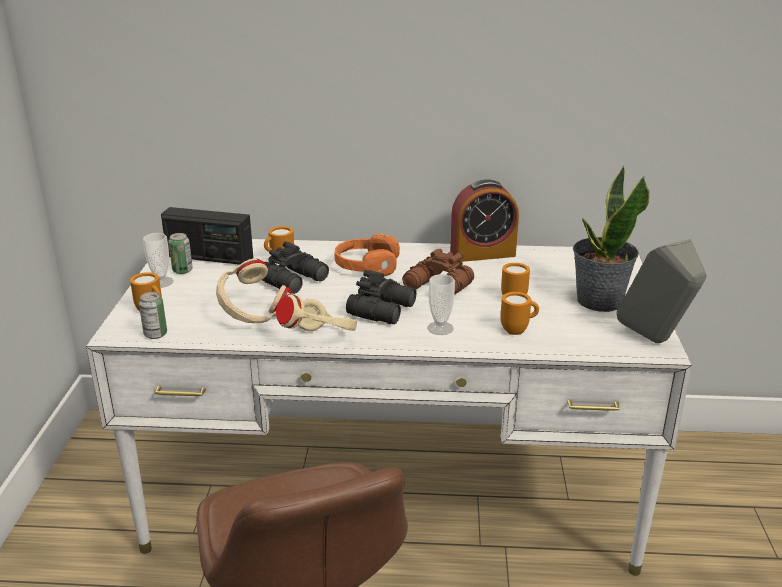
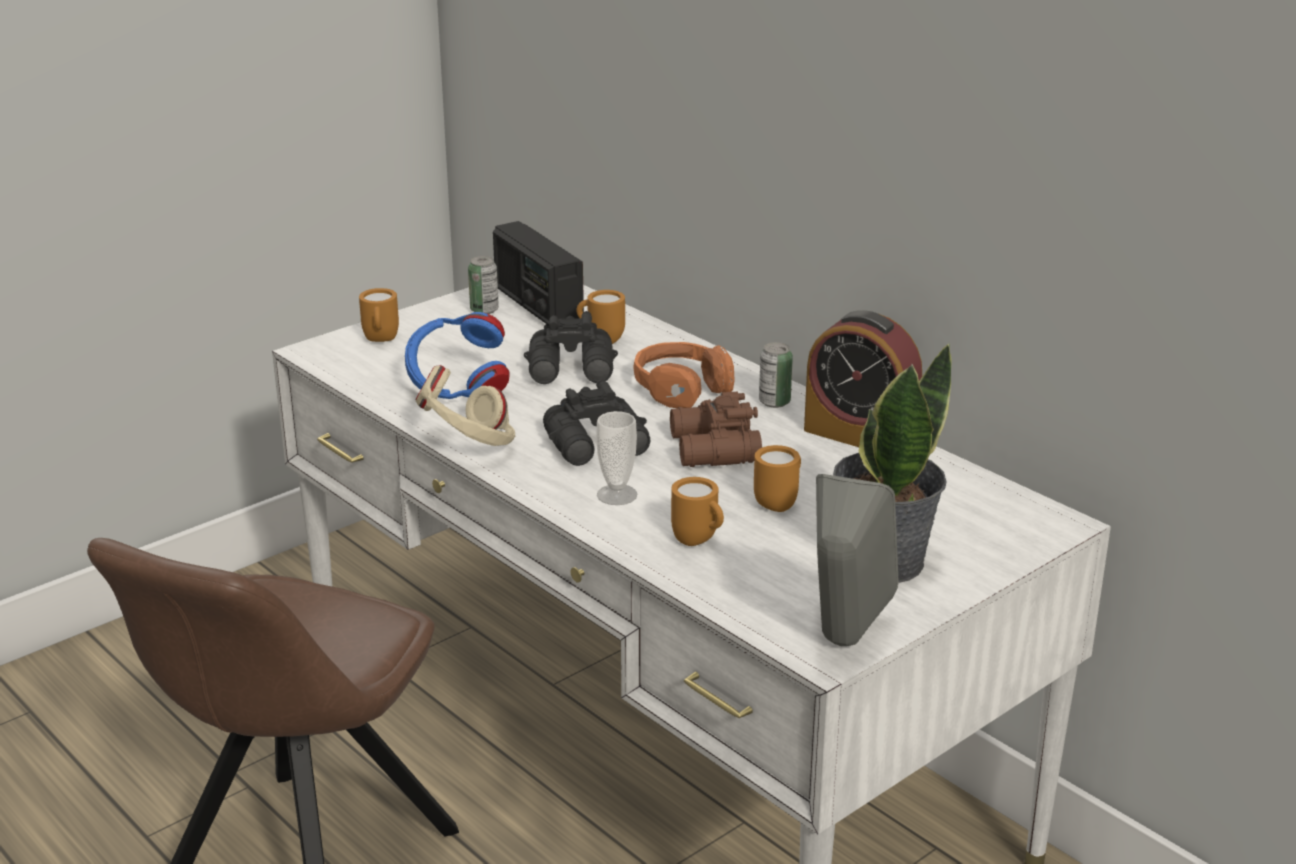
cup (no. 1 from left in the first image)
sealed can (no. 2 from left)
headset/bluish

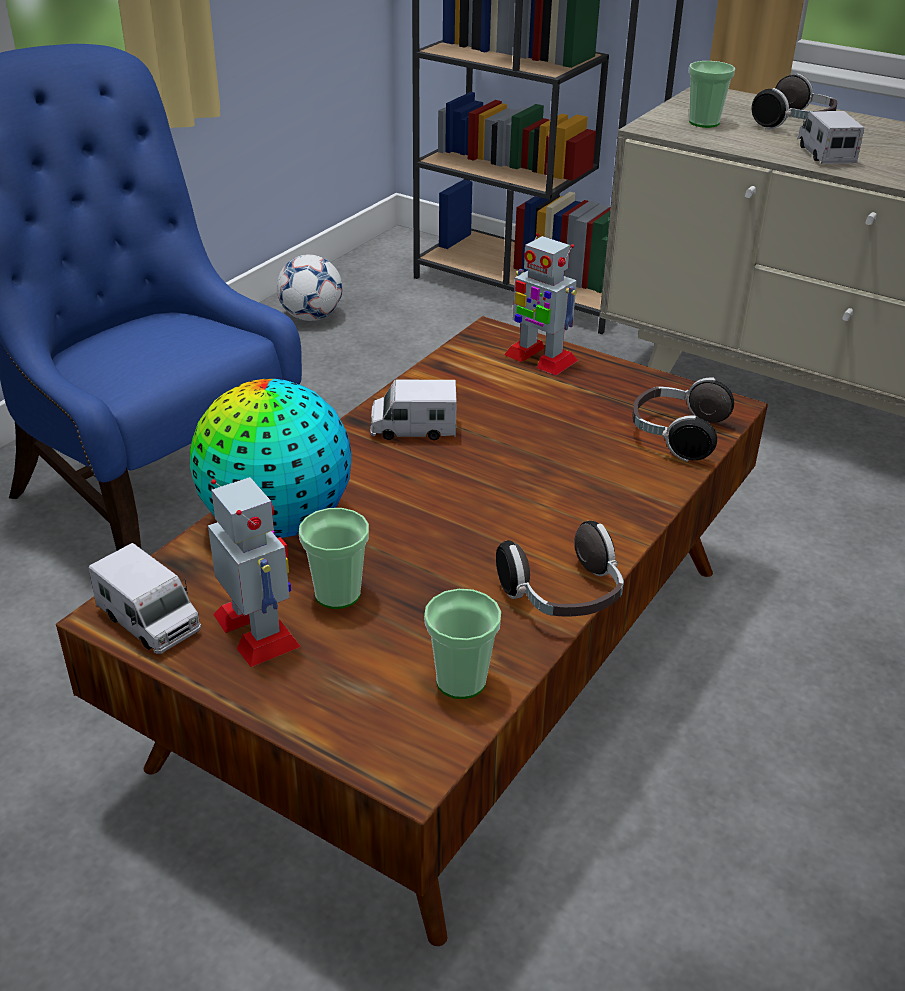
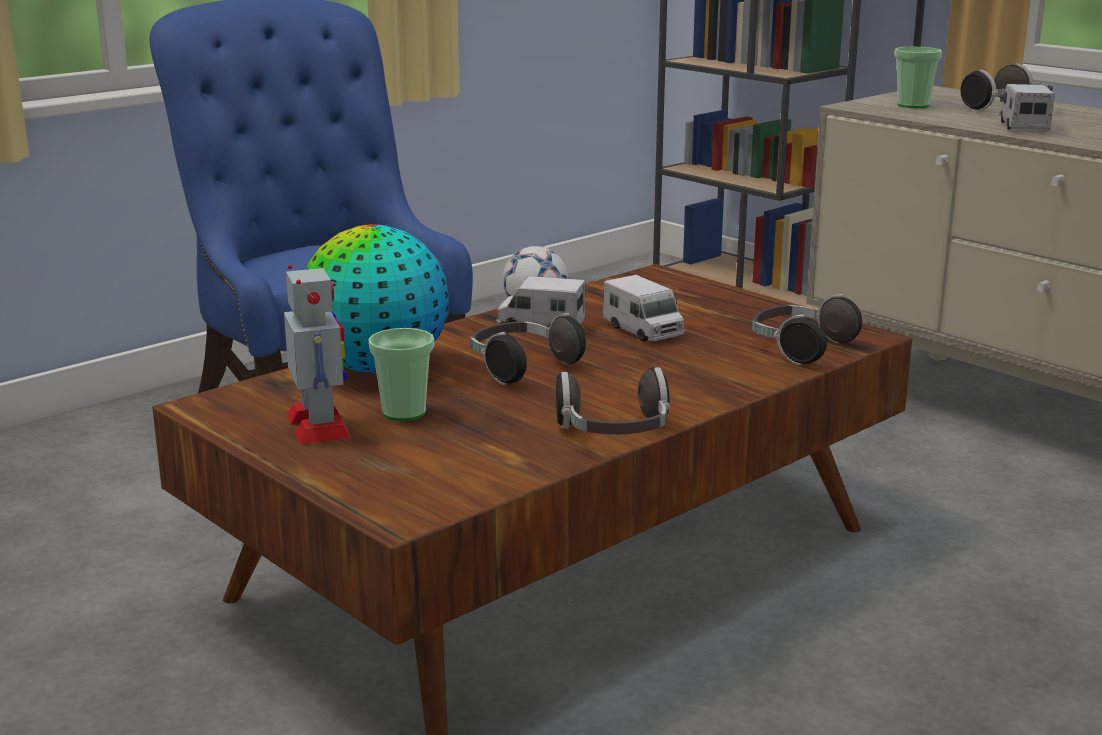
cup (no. 2 from left in the first image)
toy robot (no. 2 from left in the first image)
headset (no. 1 from left)
toy truck (no. 2 from left)

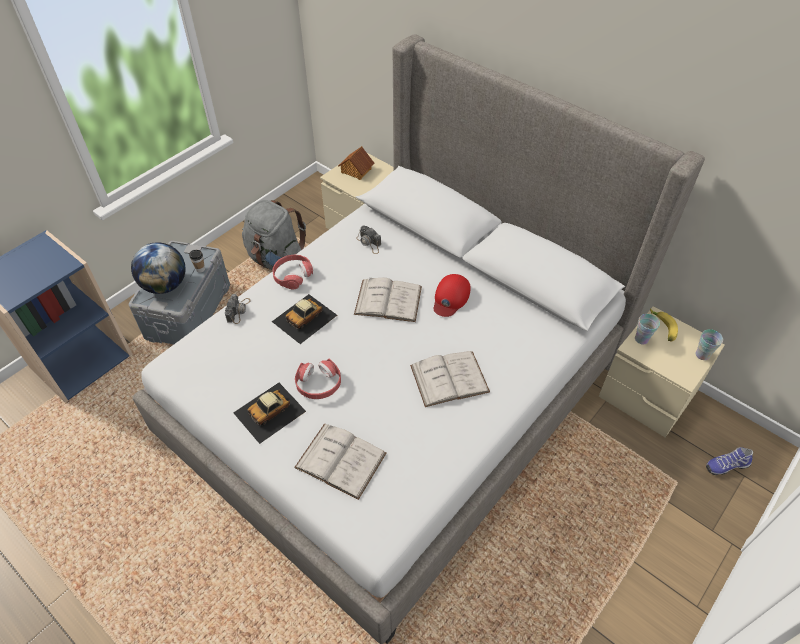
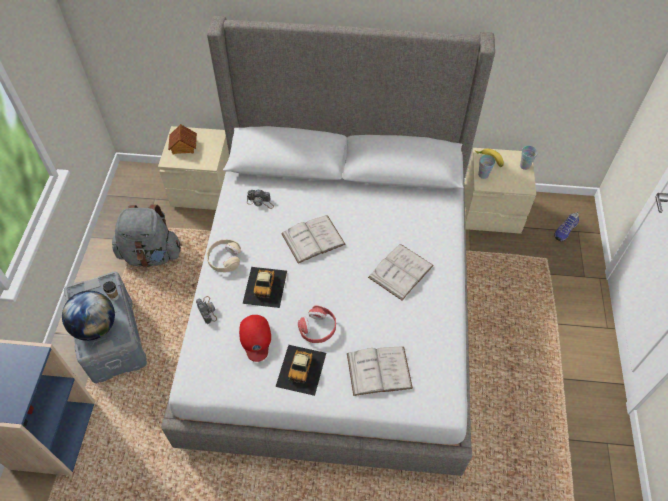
baseball cap/red
headset/beige

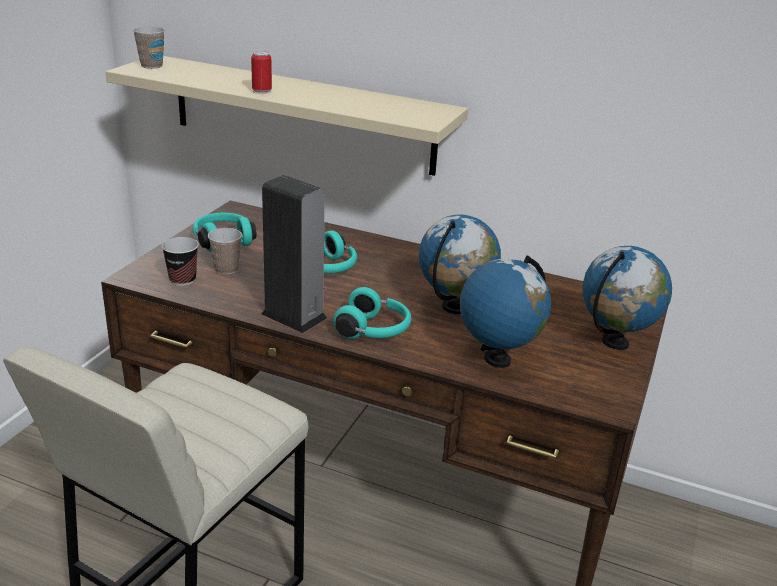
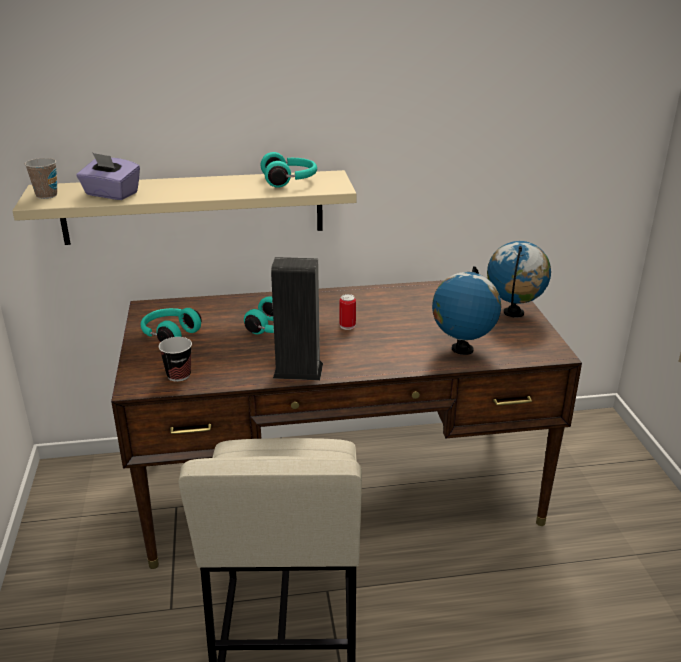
cup (no. 3 from left in the first image)
desk globe (no. 1 from left in the first image)
box of tissues/purple
sealed can
headset/turquoise-coloured (no. 3 from left)

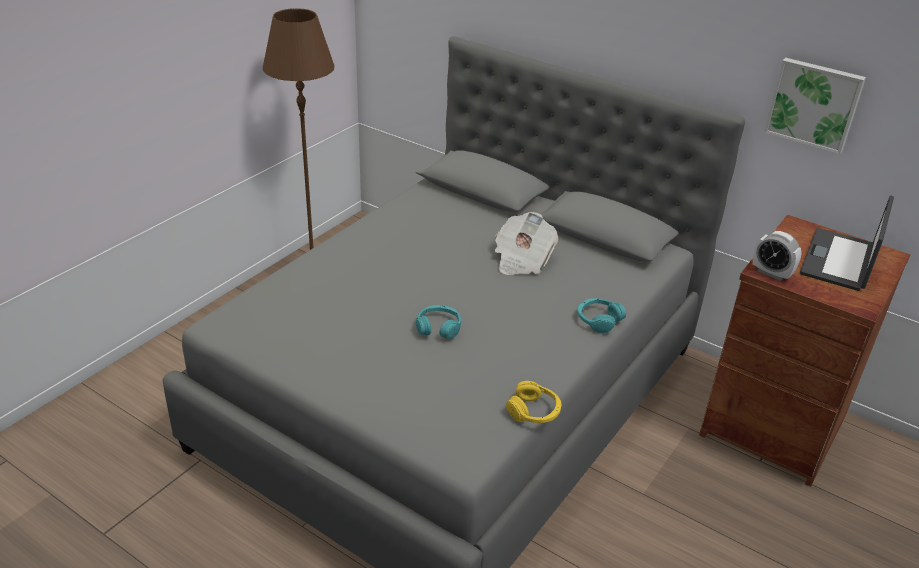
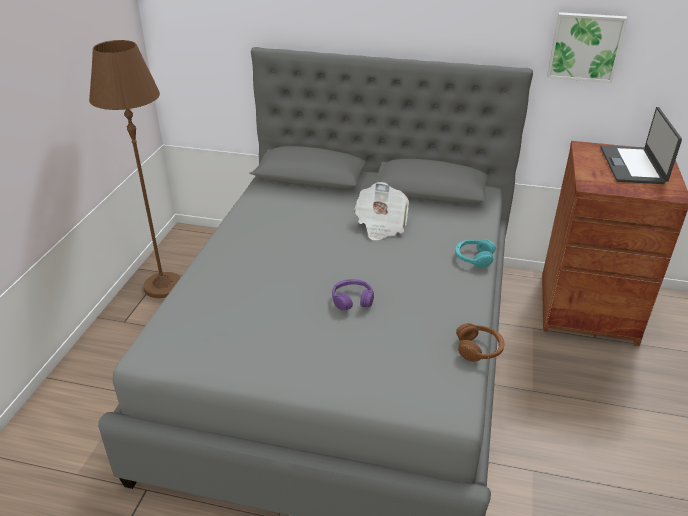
table clock
headset/purple
headset/brown

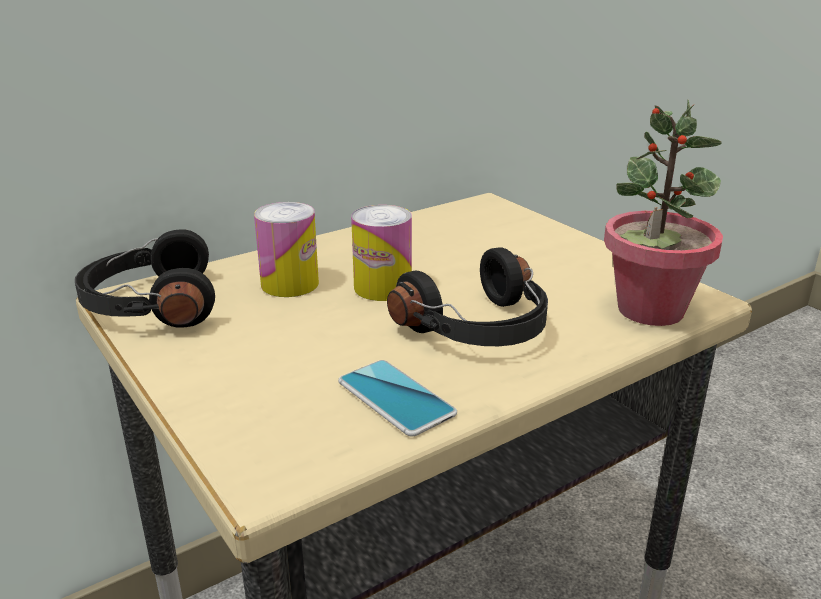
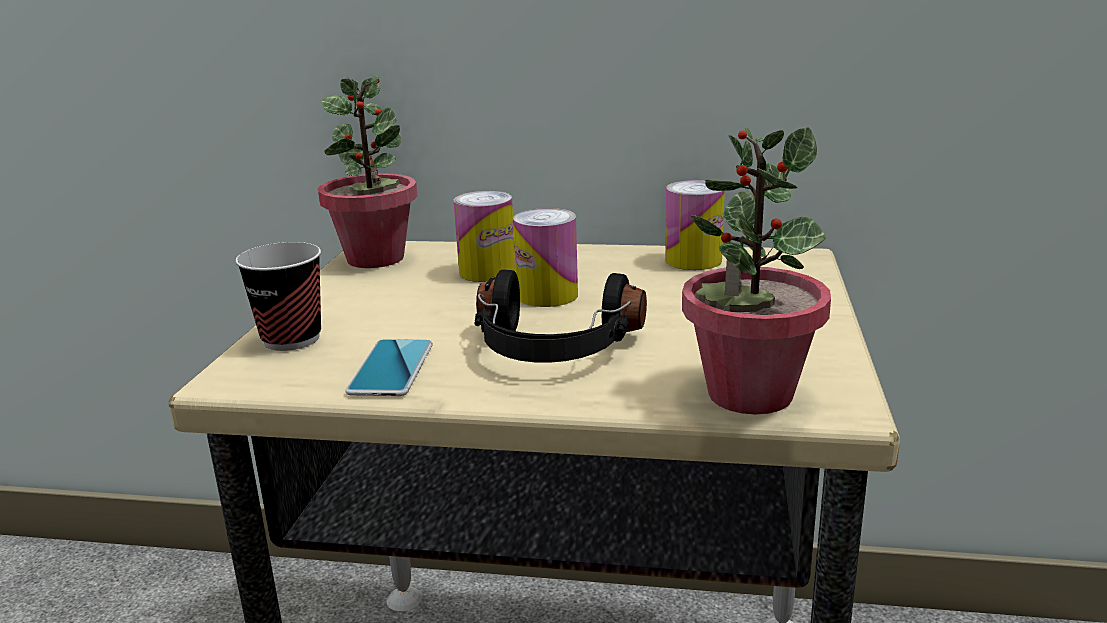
cup
sealed can (no. 3 from left)
potted plant (no. 1 from left)

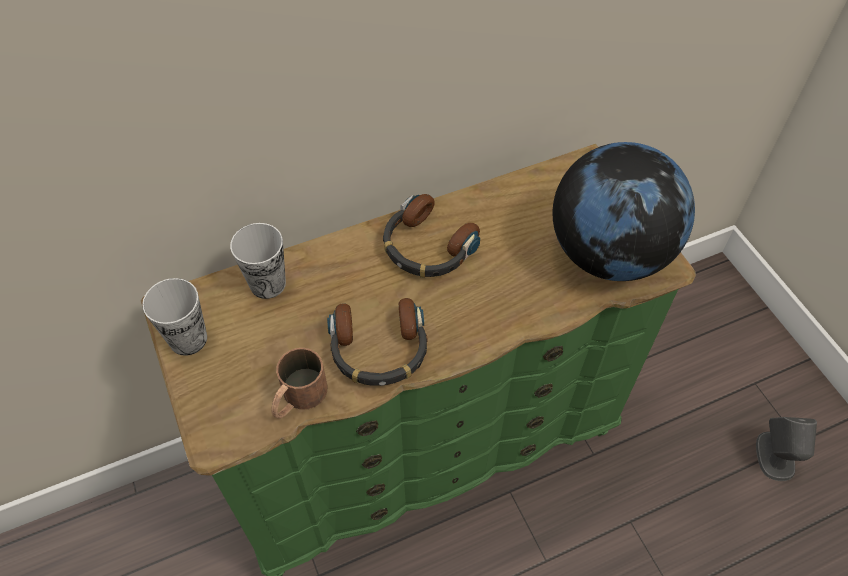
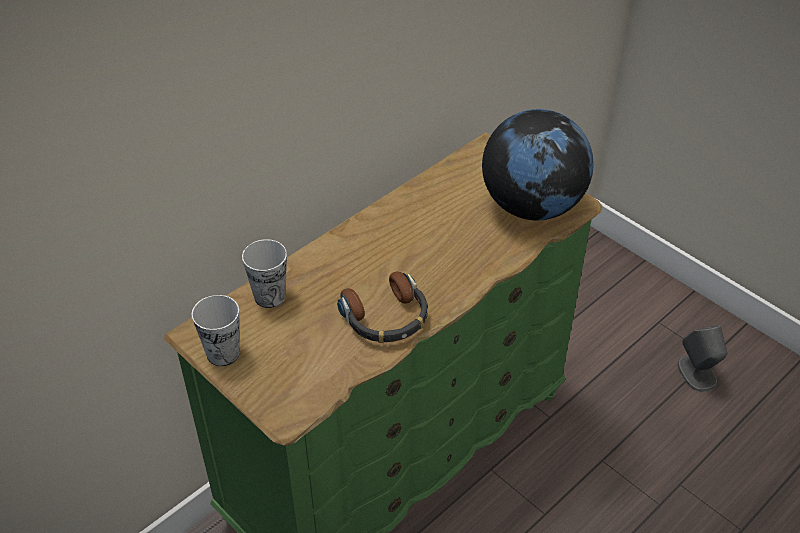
mug/brown
headset (no. 2 from left in the first image)

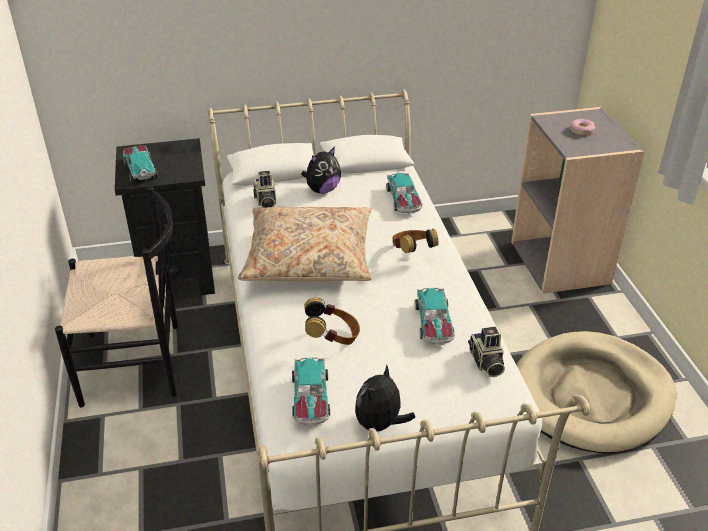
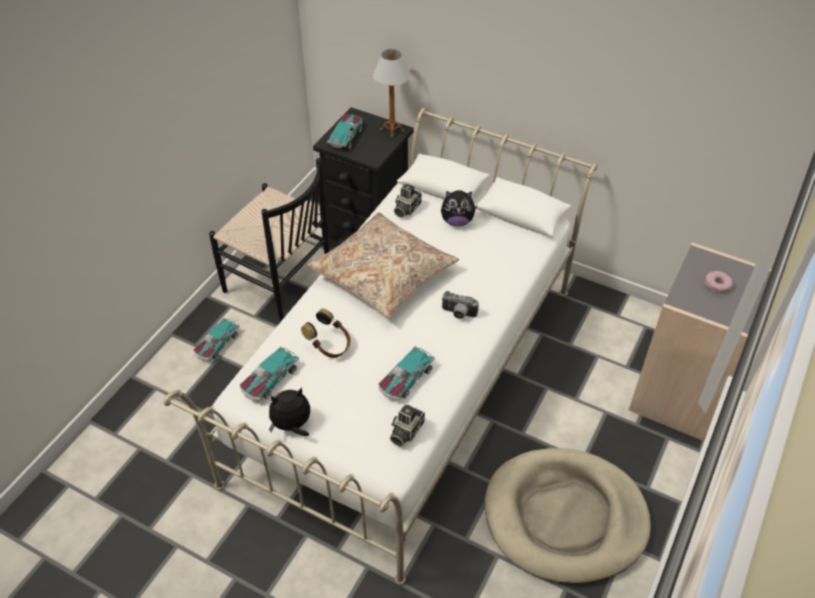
table lamp
toy car (no. 1 from left)
photo camera (no. 3 from left)

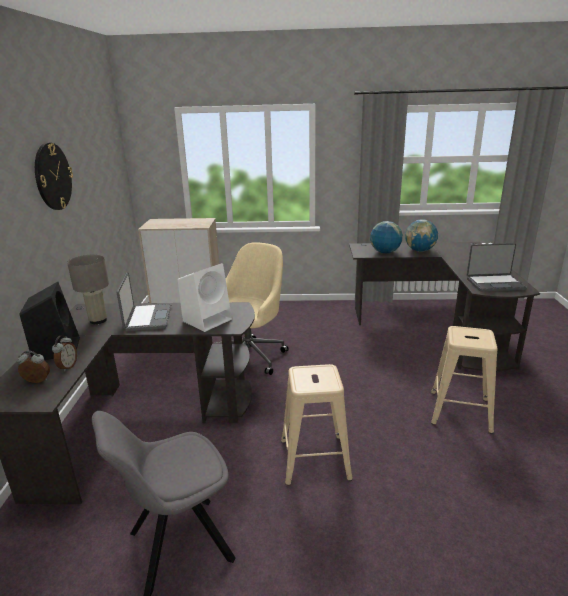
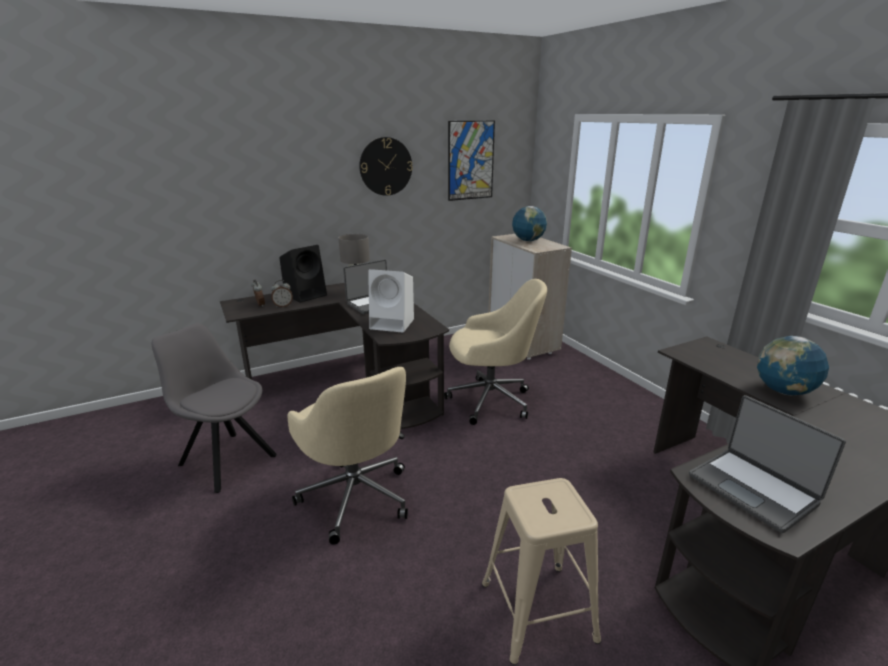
wall art
desk globe (no. 1 from left)
computer chair/beige (no. 1 from left)

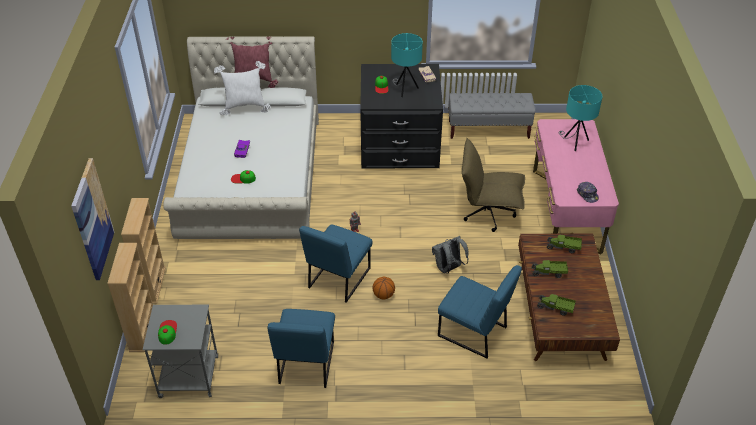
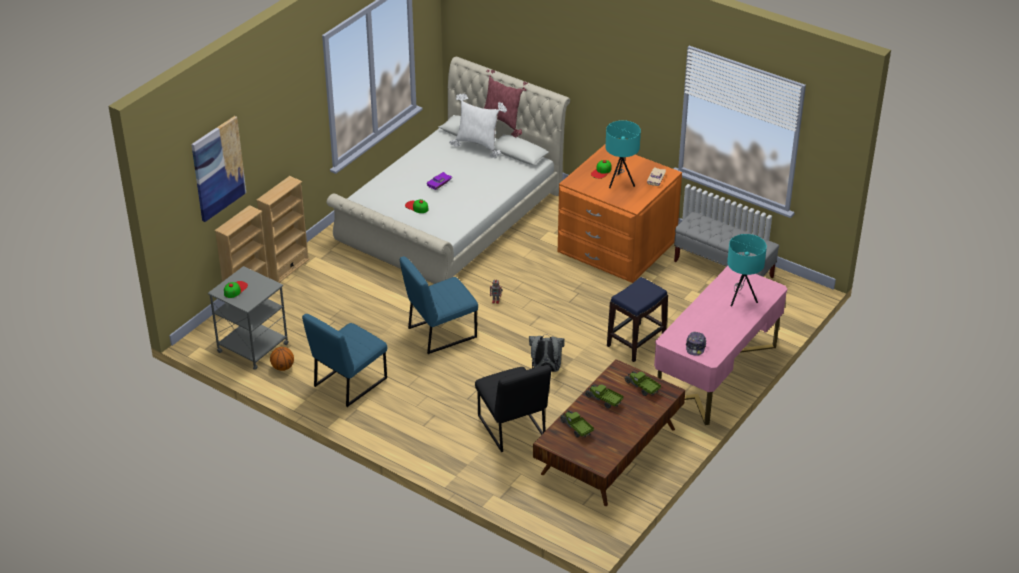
basketball ball
sitting stool
chest of drawers/orange
chair/black-coloured

